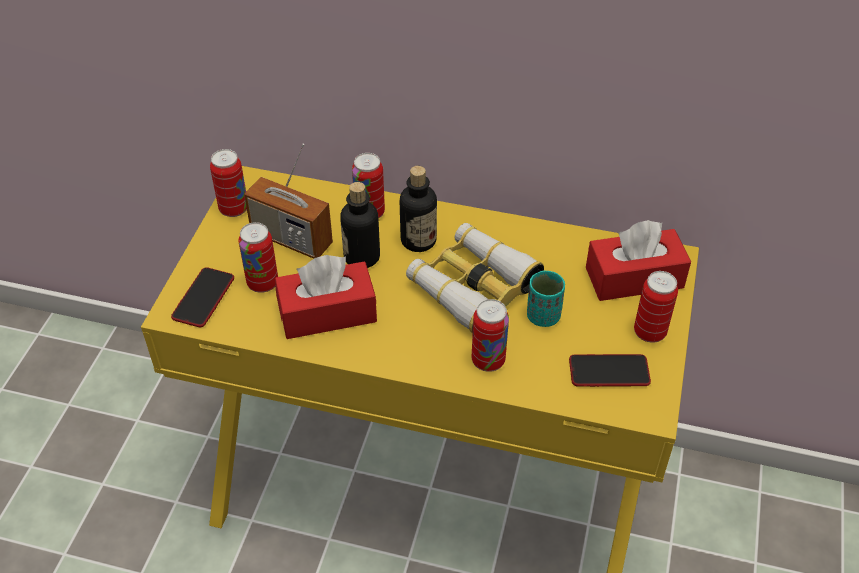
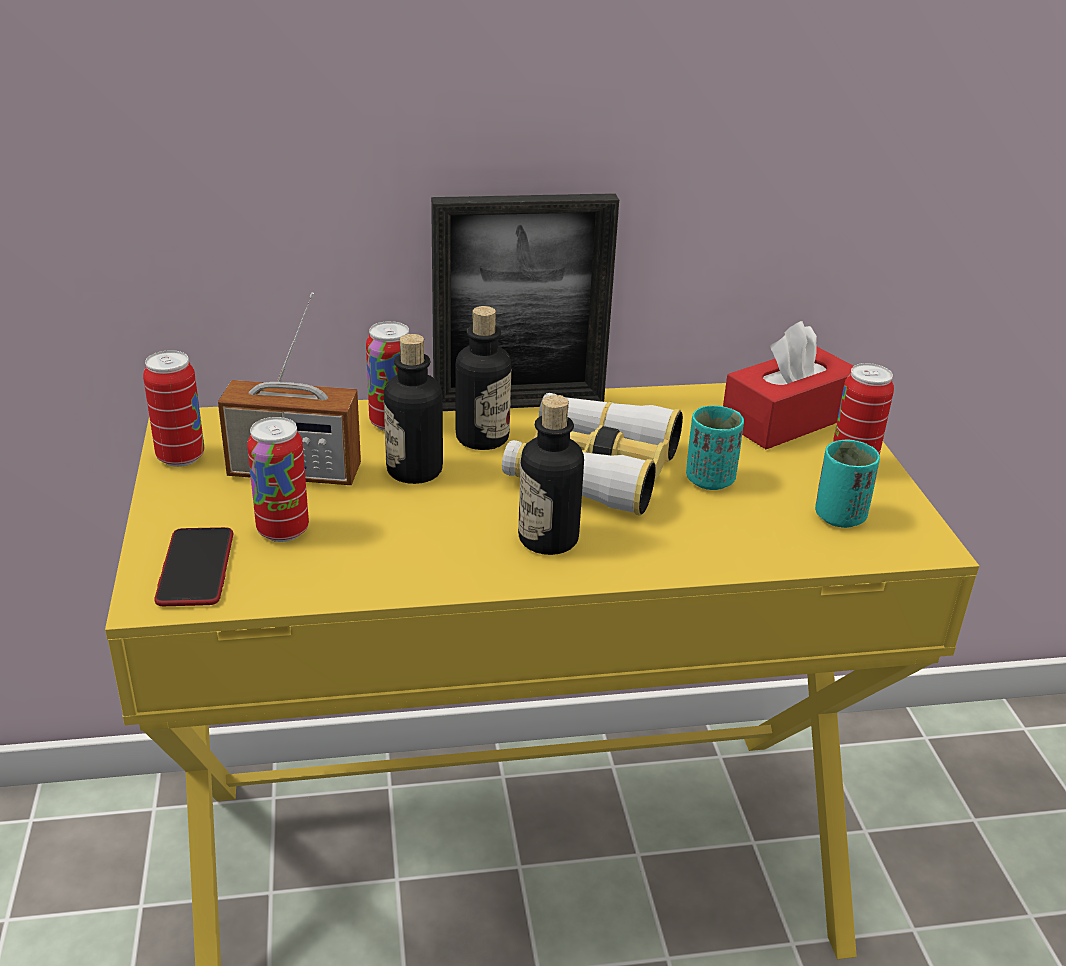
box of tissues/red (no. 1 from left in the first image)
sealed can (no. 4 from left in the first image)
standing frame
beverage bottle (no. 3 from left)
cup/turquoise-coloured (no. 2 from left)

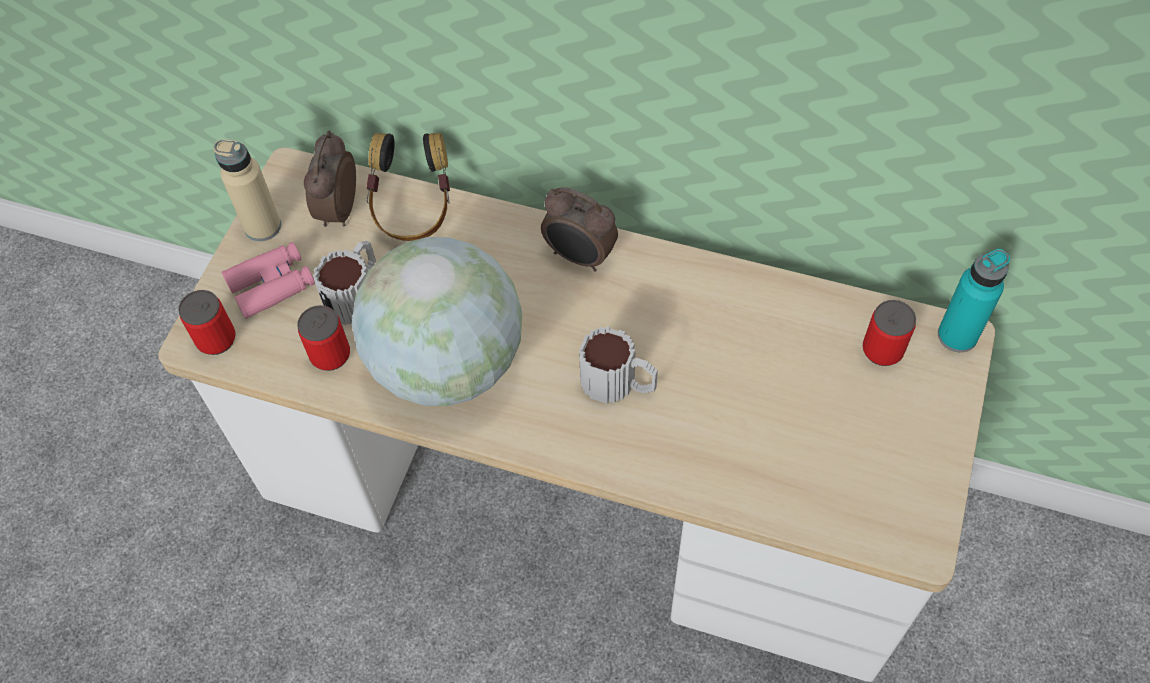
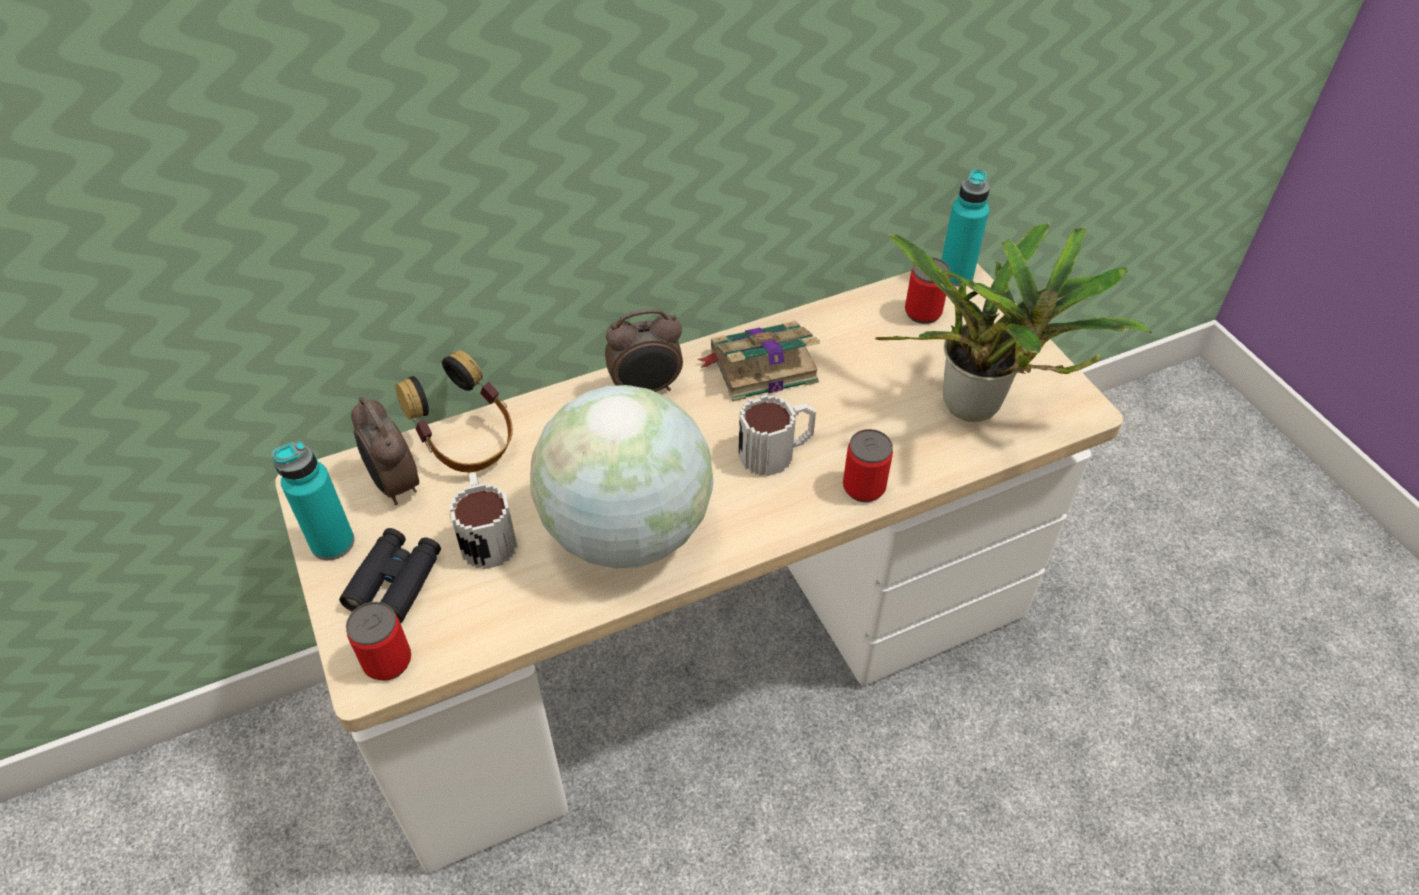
bound book
potted plant
sealed can (no. 2 from left)
beverage bottle/turquoise-coloured (no. 1 from left)
field glasses/black-coloured

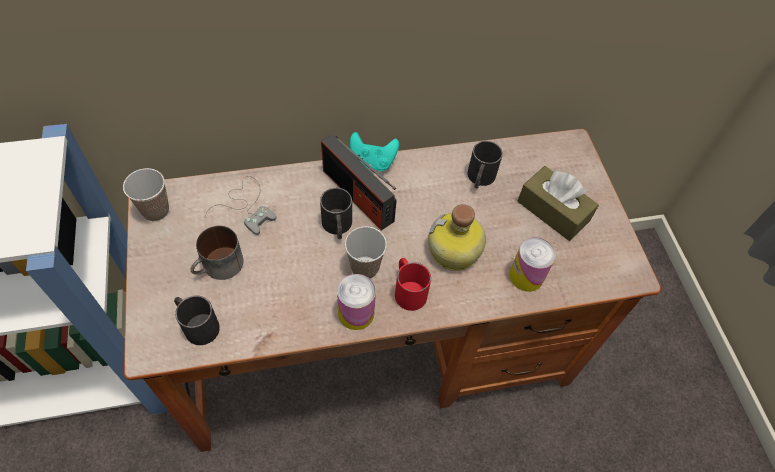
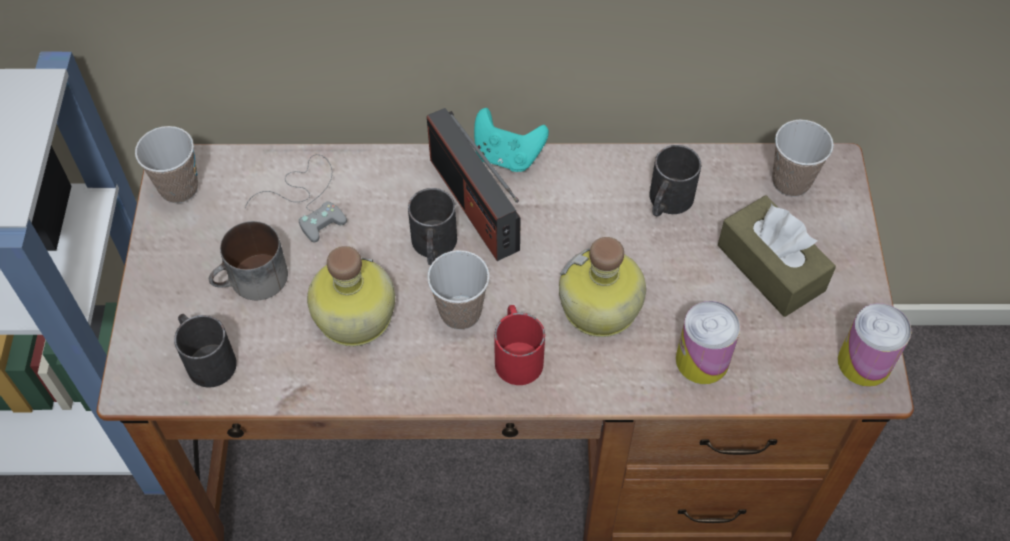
beverage bottle (no. 1 from left)
cup (no. 3 from left)
sealed can (no. 2 from left)

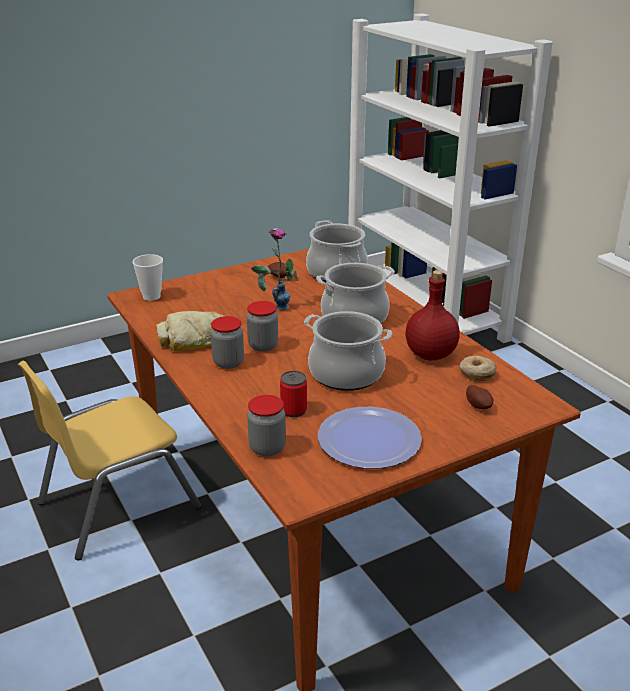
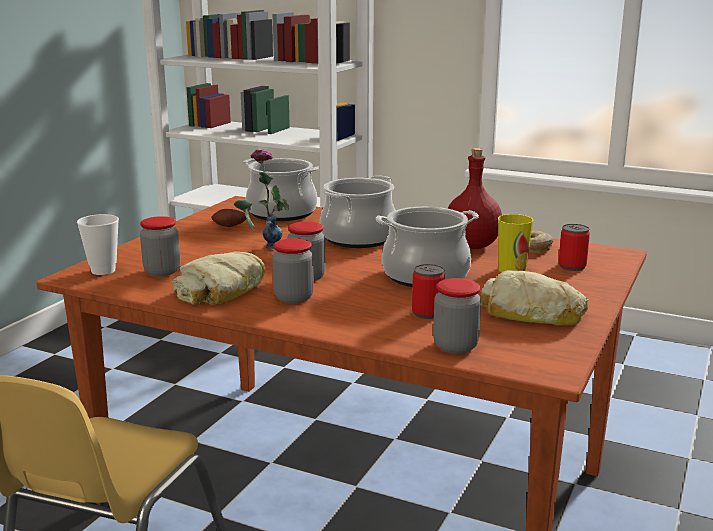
jar (no. 1 from left)
cup (no. 2 from left)
baked bread (no. 2 from left)
sealed can (no. 2 from left)

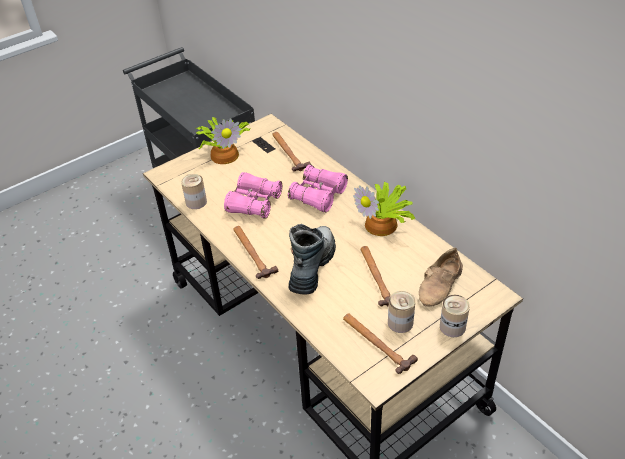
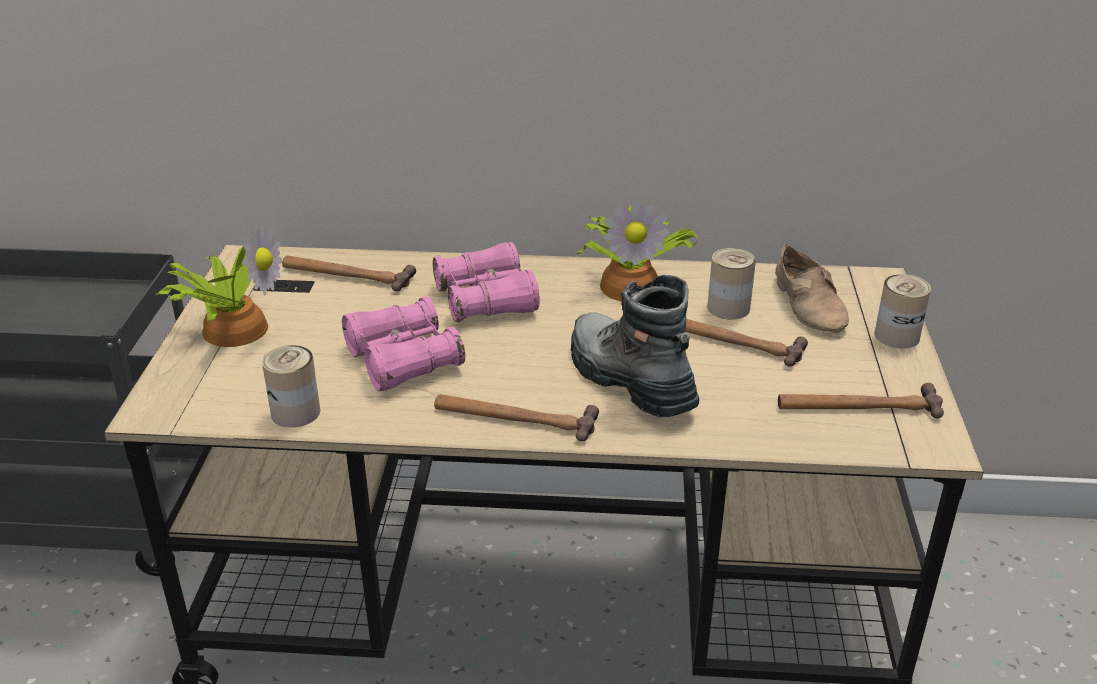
sealed can (no. 2 from left)

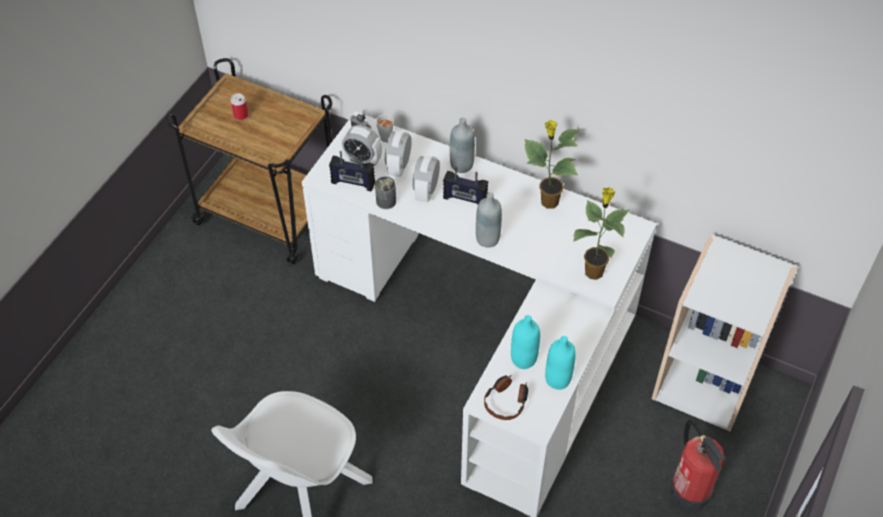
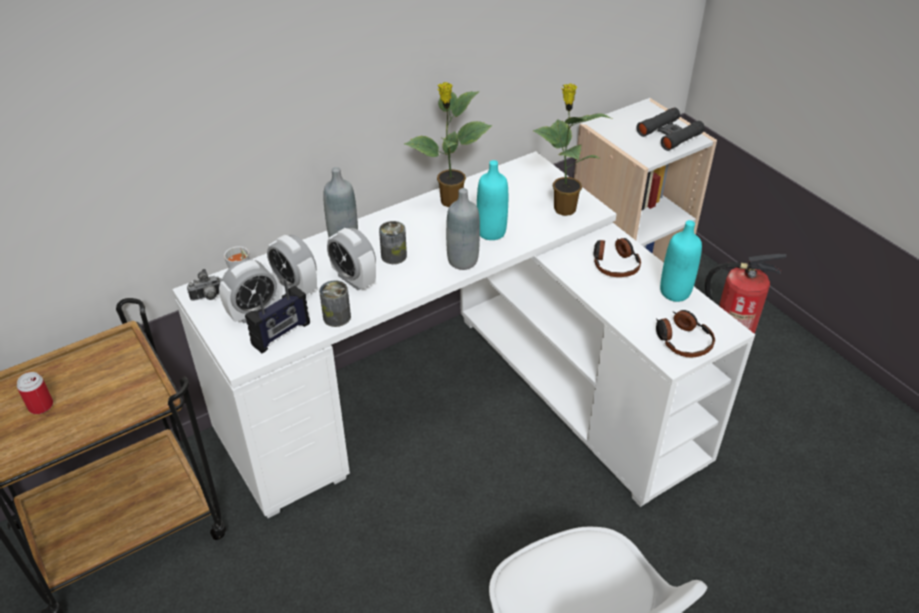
headset (no. 1 from left)
field glasses/black-coloured
beverage bottle/turquoise-coloured (no. 1 from left)
sealed can (no. 3 from left)

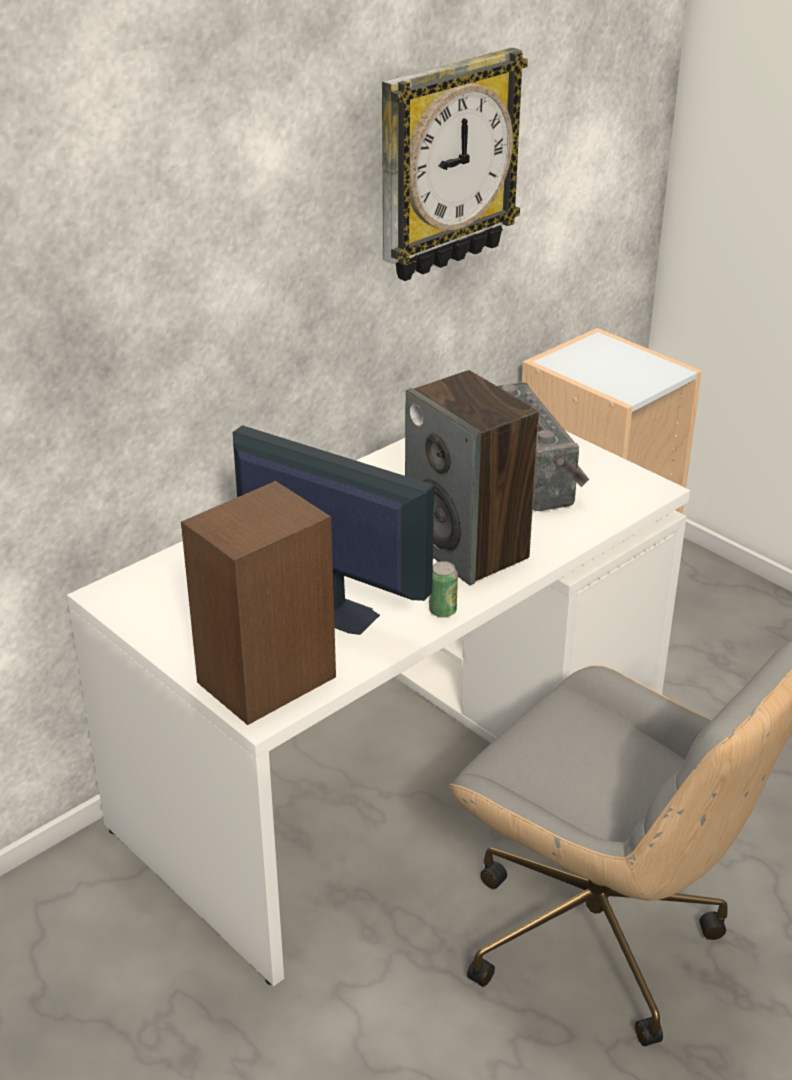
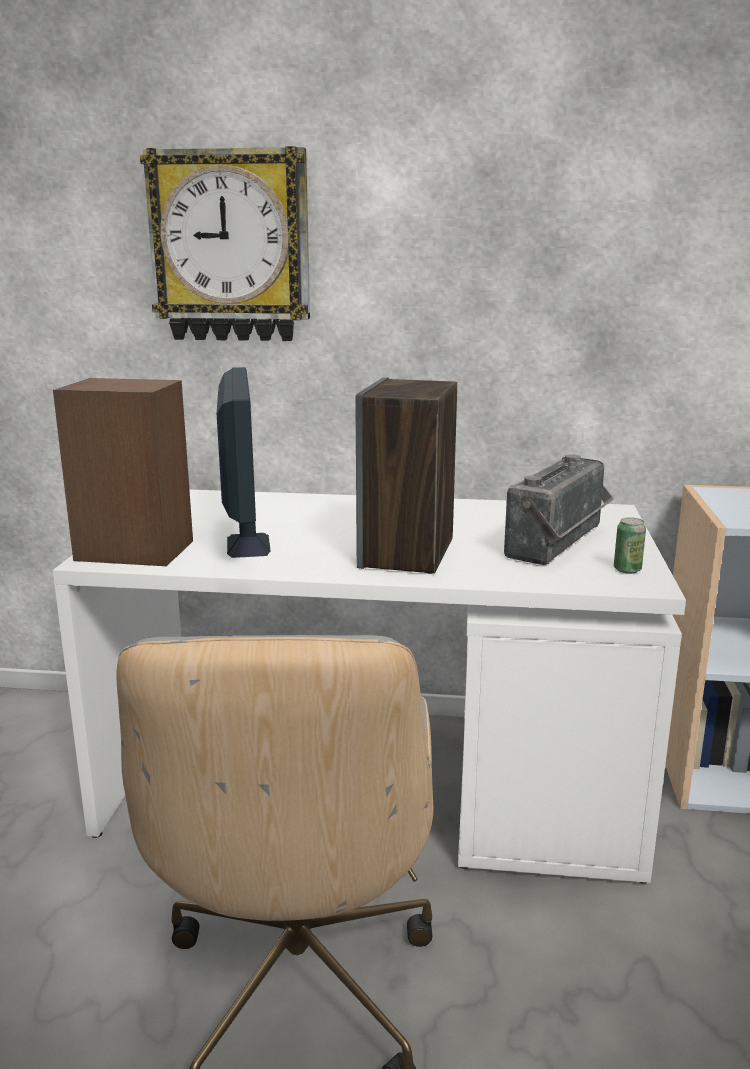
hanging clock
sealed can

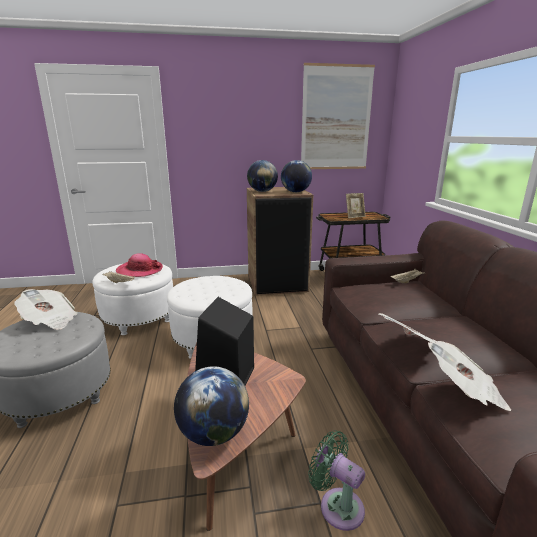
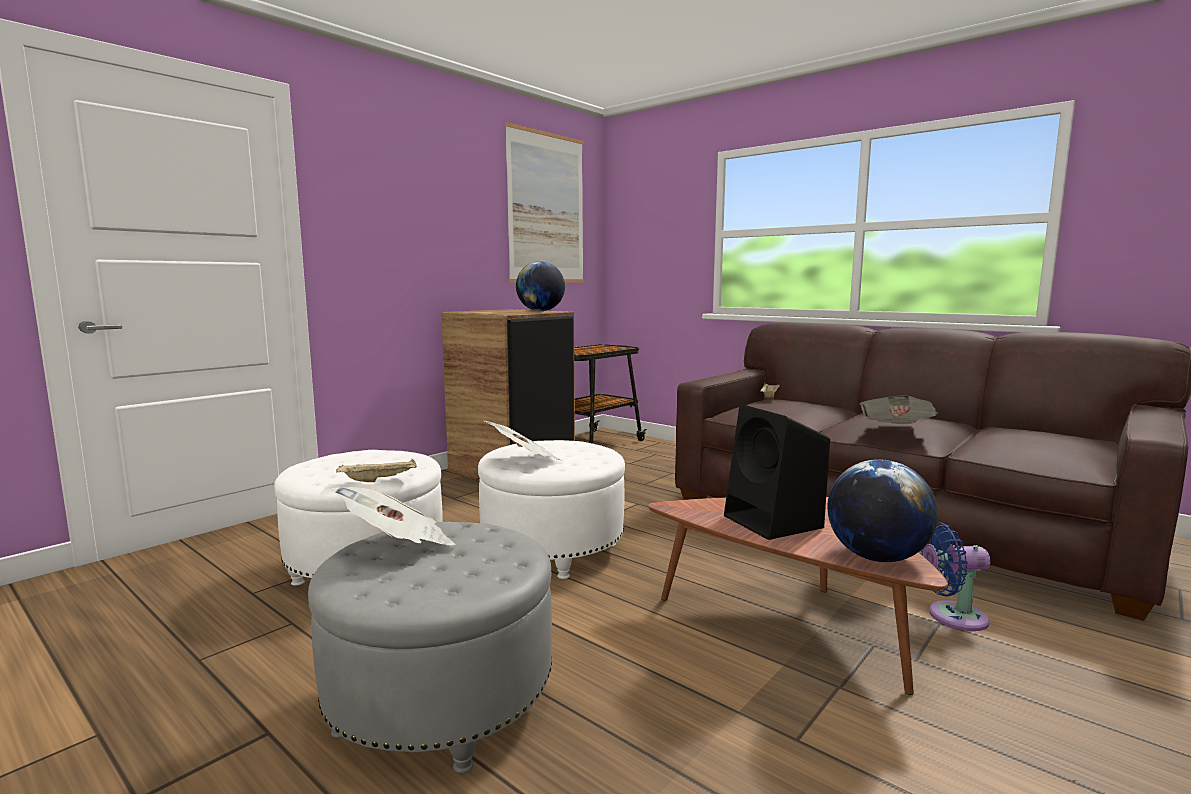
hat
desk globe (no. 2 from left in the first image)
standing frame
printed paper (no. 2 from left)
electric fan/bluish

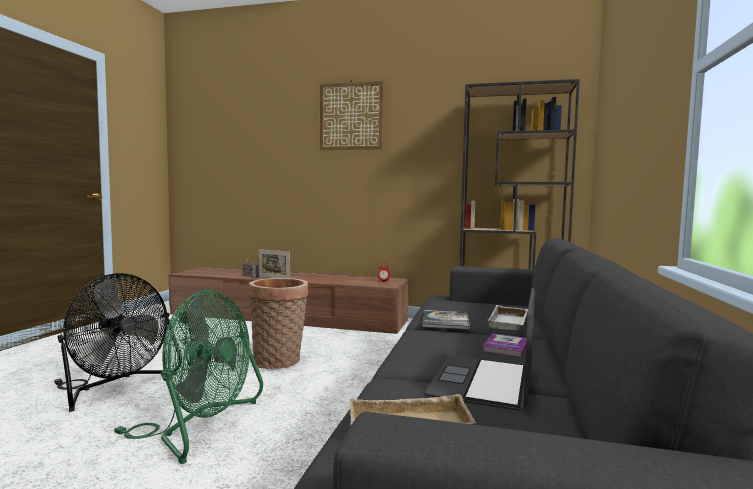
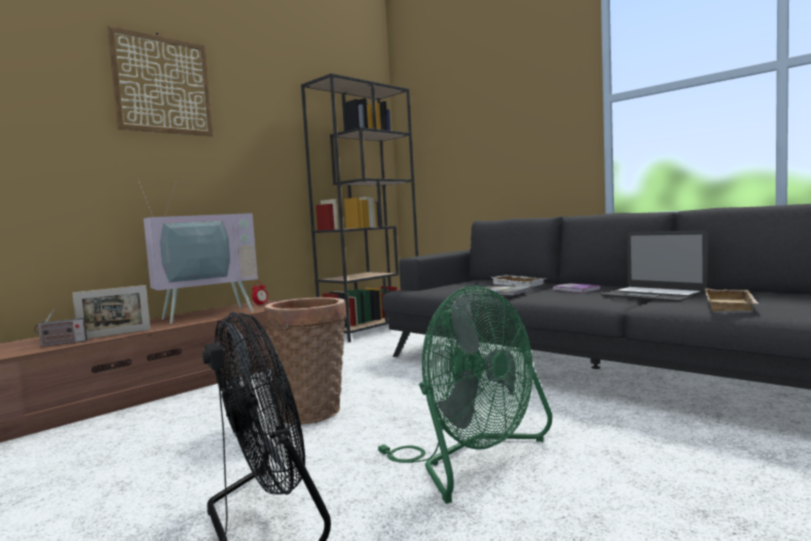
TV
electric fan/green-coloured

